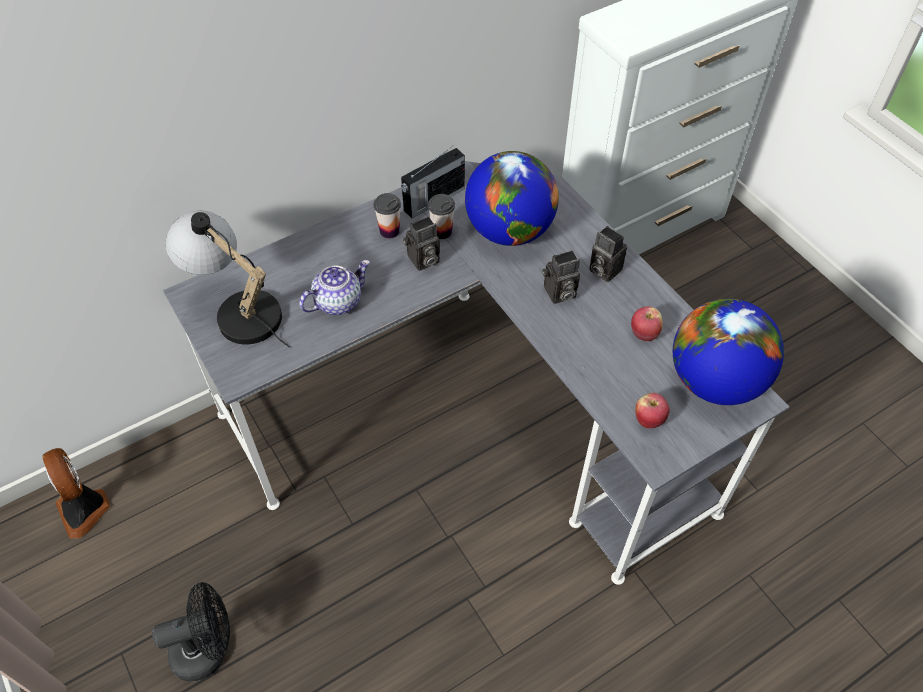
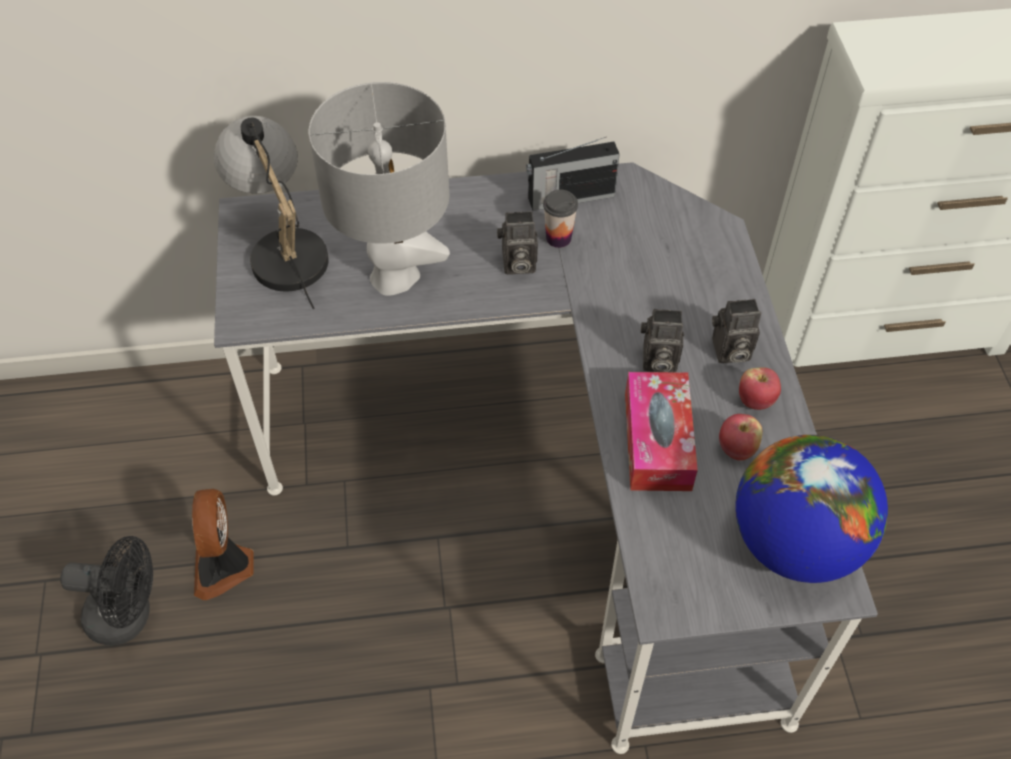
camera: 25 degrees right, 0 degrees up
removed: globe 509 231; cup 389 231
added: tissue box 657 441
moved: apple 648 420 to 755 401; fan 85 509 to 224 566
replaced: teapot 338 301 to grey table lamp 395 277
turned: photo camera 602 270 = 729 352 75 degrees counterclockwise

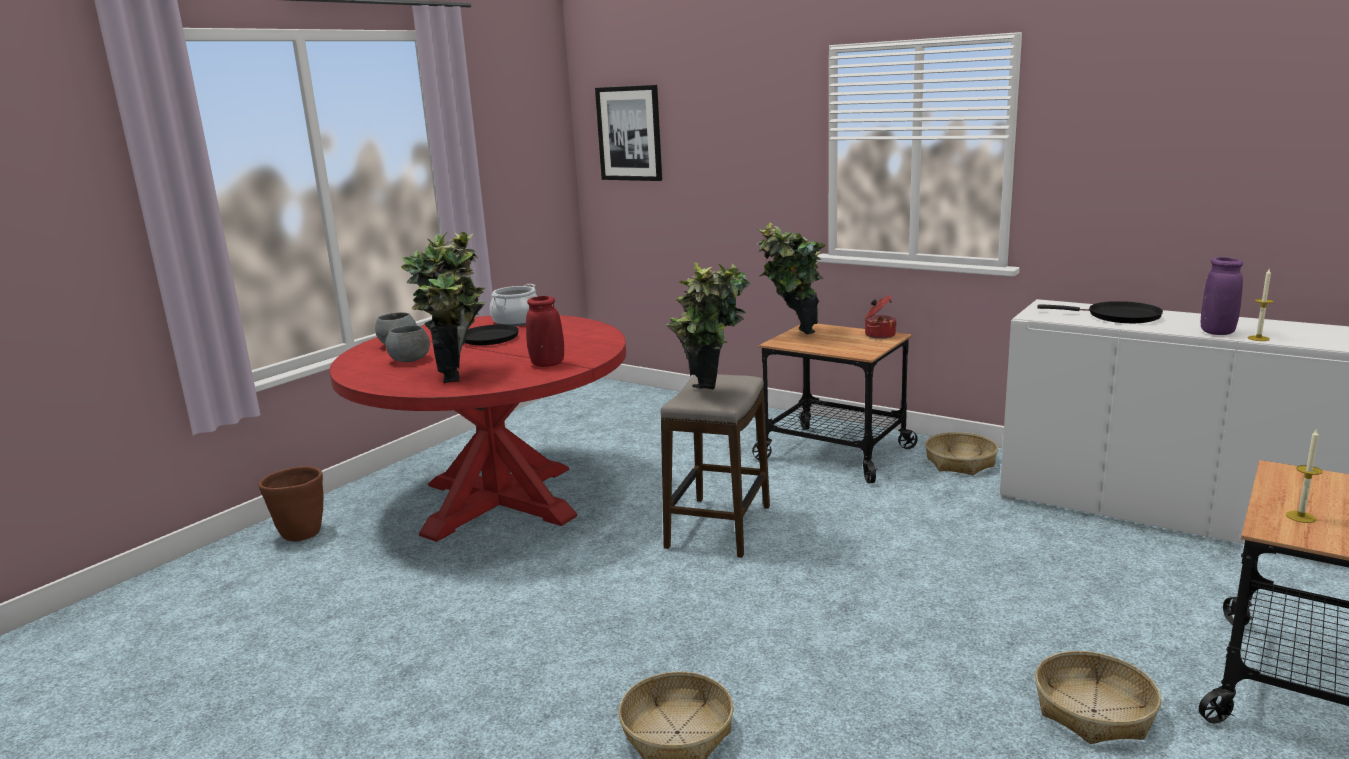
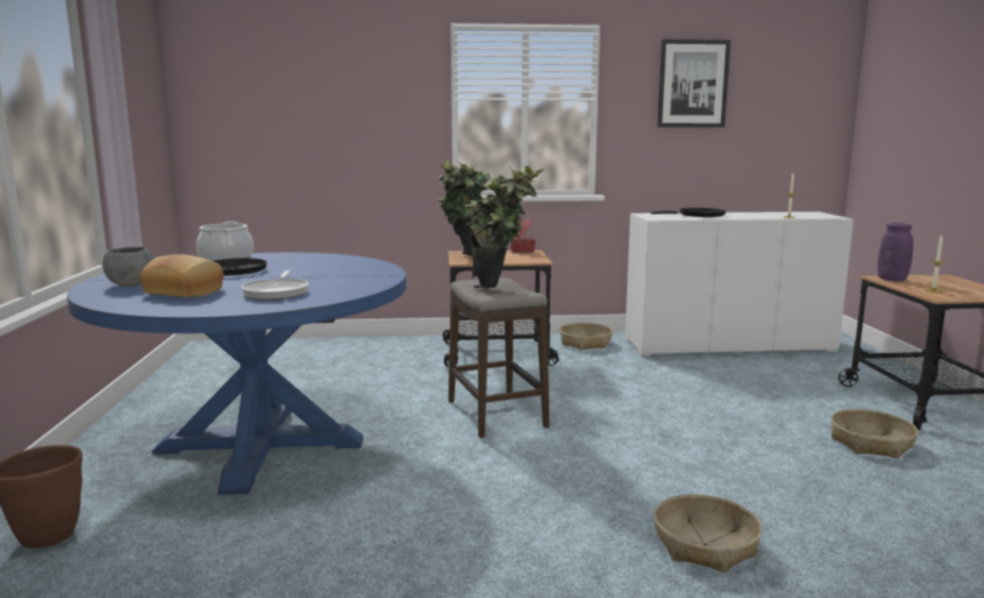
camera: 40 degrees left, 5 degrees down
removed: red vase 547 364
moved: picture 629 133 to 692 84; purple vase 1217 332 to 892 280
replaced: potted plant 458 373 to frying pan 277 292; grey bowl 410 360 to bread 185 292
recoloured: red dining table 499 500 to blue dining table 260 445

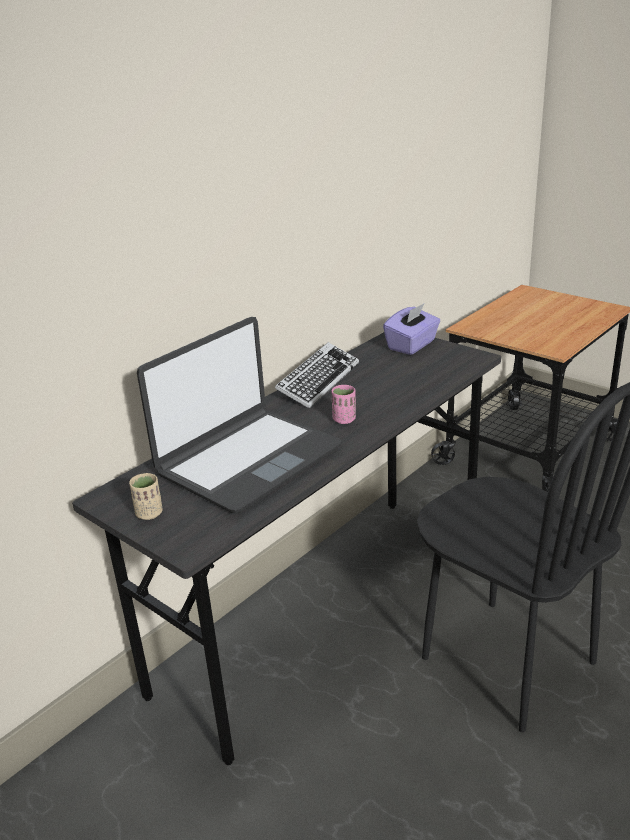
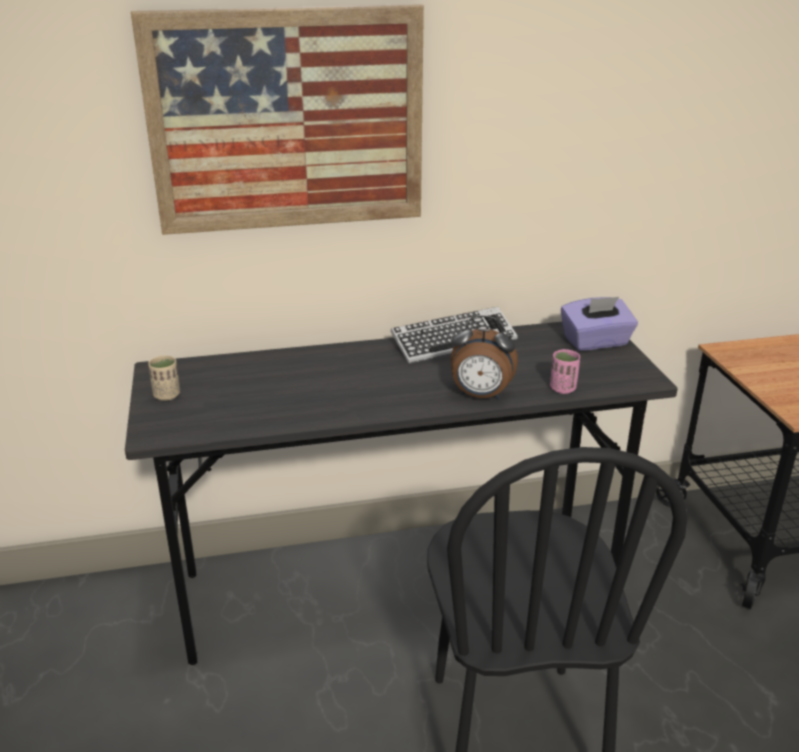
camera: 35 degrees right, 0 degrees up
removed: laptop 248 460
added: picture 287 121; alarm clock 480 396
moved: pink cup 344 419 to 562 389

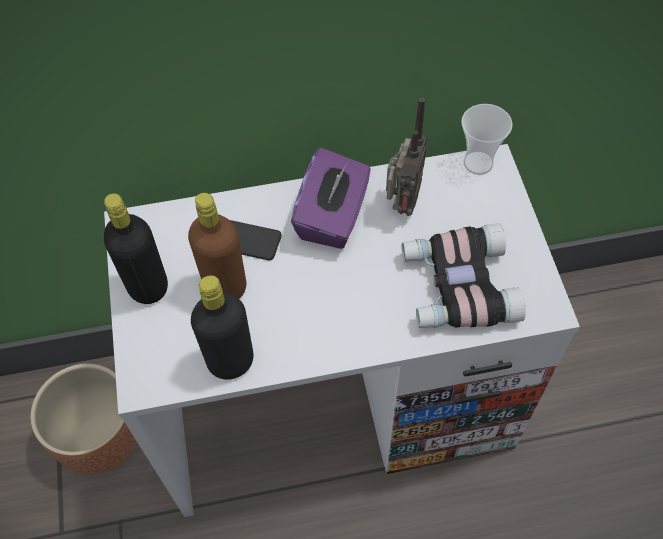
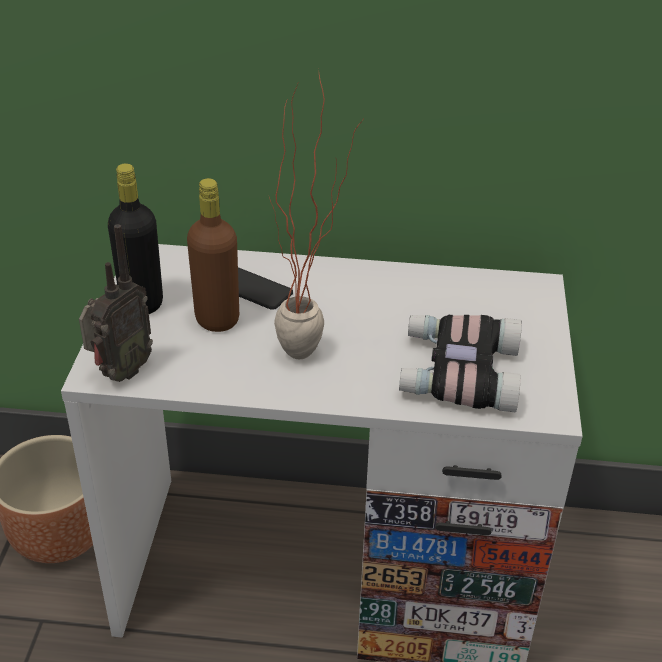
camera: 15 degrees right, 20 degrees down
removed: cup 478 163; purple tissue box 333 217; black bottle 230 361
added: potted plant 313 357
moved: radio 401 204 to 120 373

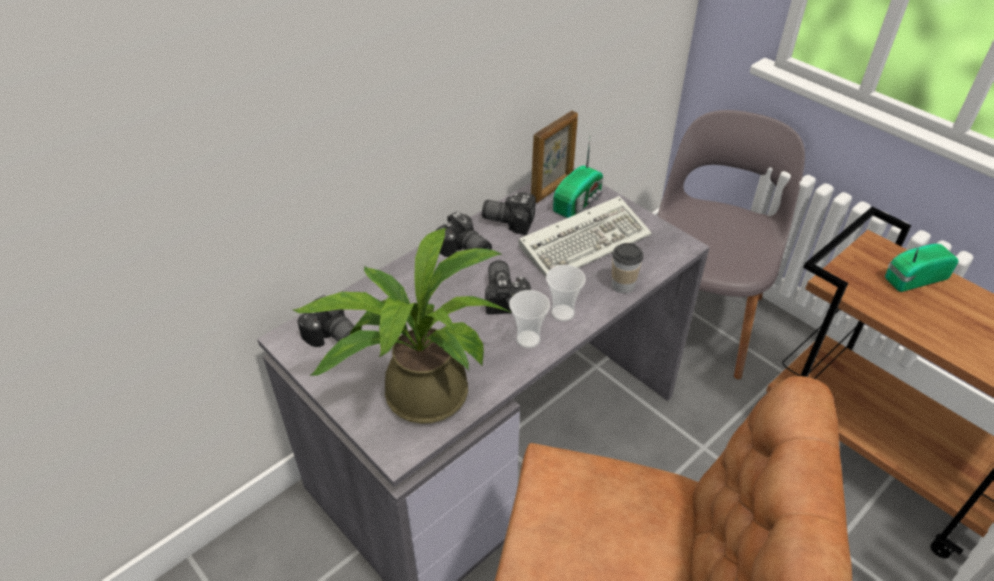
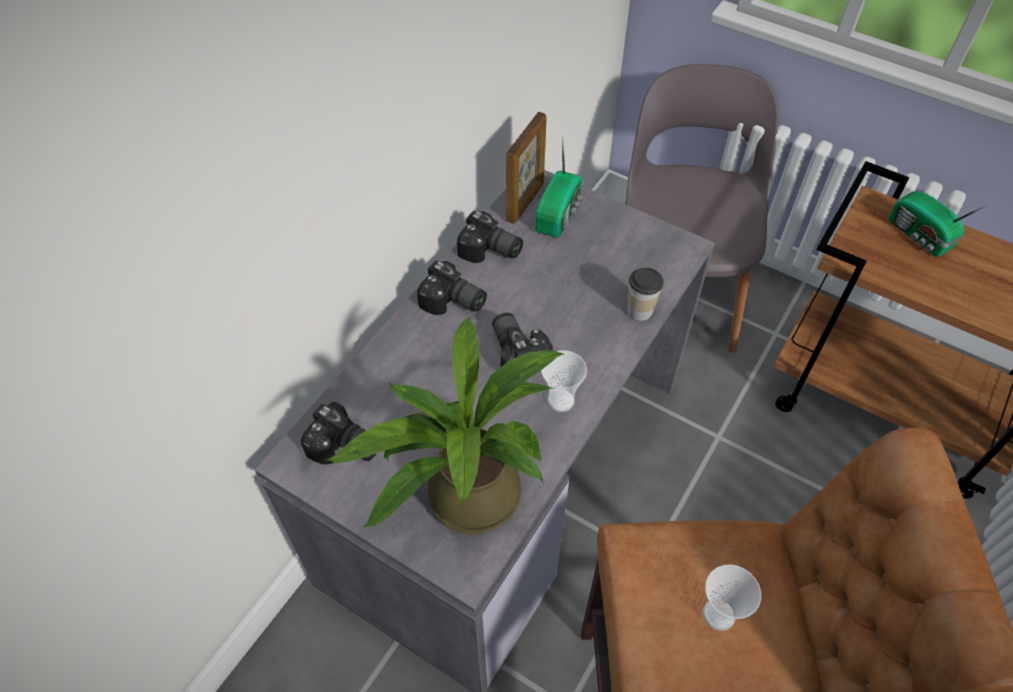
camera: 15 degrees left, 10 degrees up
removed: keyboard 586 240
moved: cup 562 313 to 718 614
turned: photo camera 509 219 = 490 251 150 degrees counterclockwise; radio 912 278 = 920 236 90 degrees counterclockwise

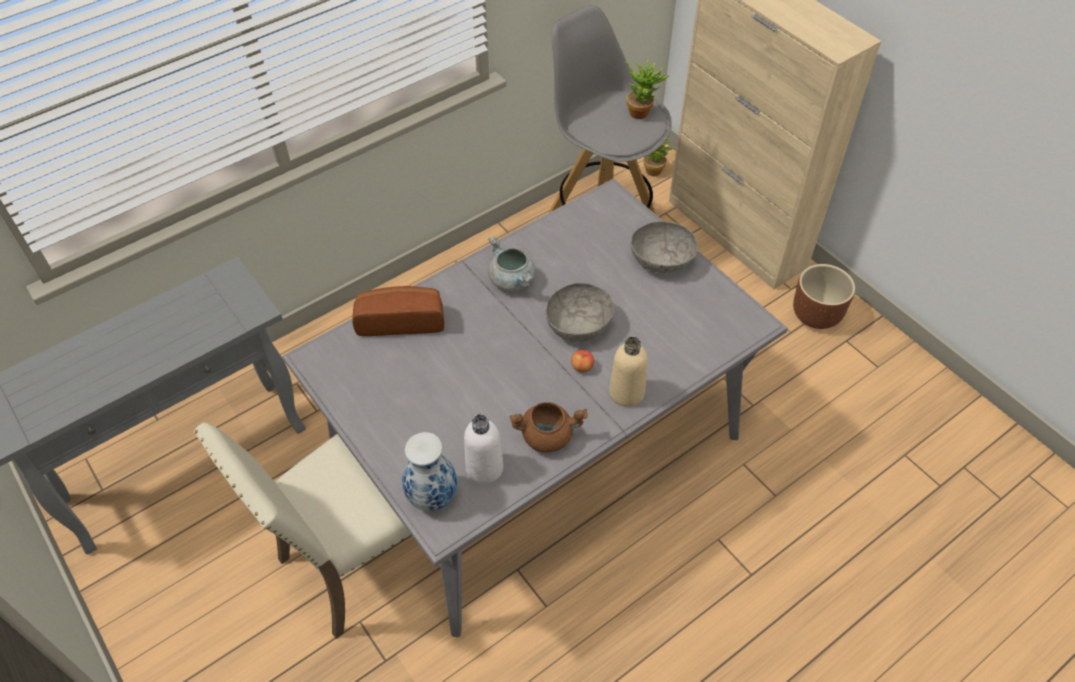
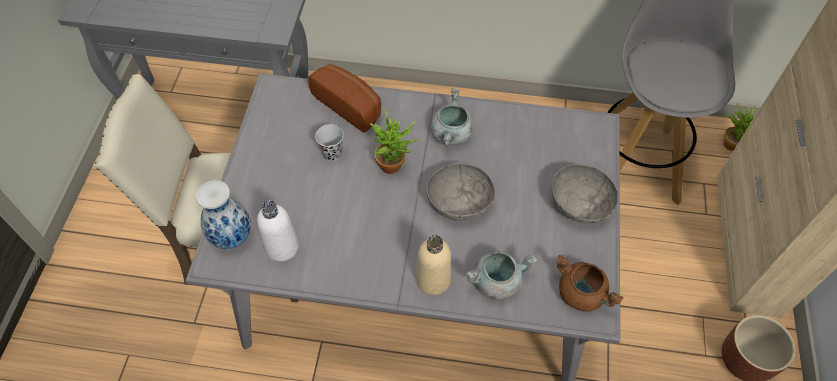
camera: 45 degrees right, 5 degrees up
removed: apple 582 367
added: black cup 332 153; grey cooking pot 497 281
moved: potted plant 642 111 to 395 166; brown cooking pot 547 436 to 582 293

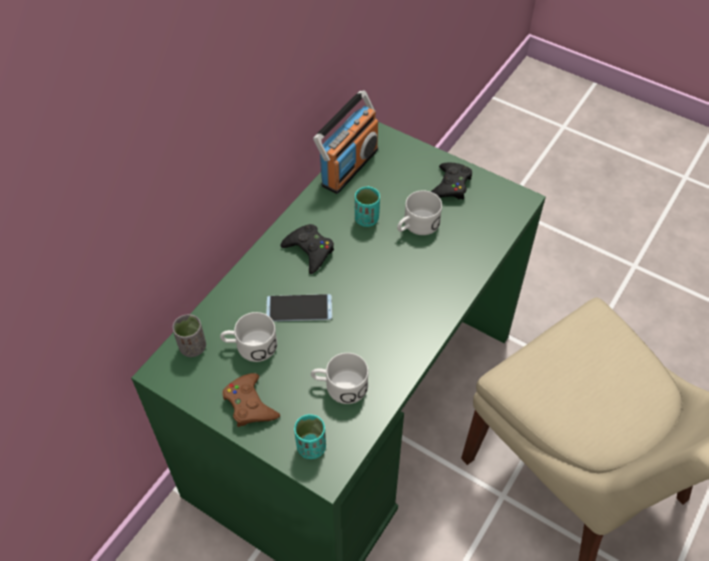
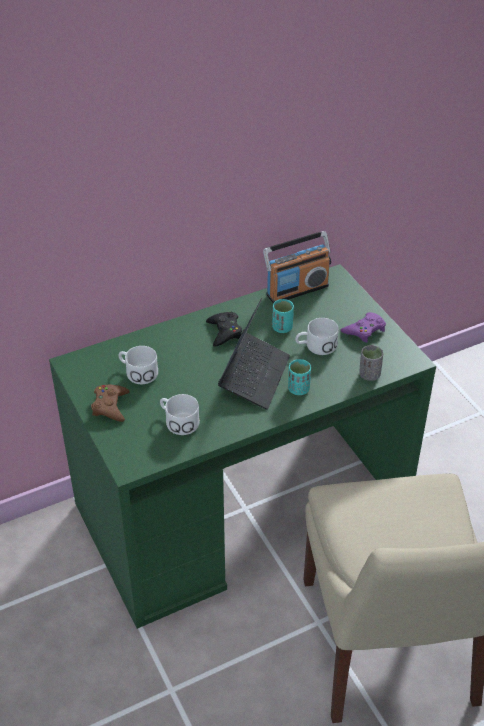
camera: 30 degrees right, 10 degrees down
removed: phone 299 308
added: laptop 254 376
moved: grey cup 192 347 to 369 375; turquoise cup 311 447 to 298 389
recoloured: black game controller 450 185 to purple game controller 364 330

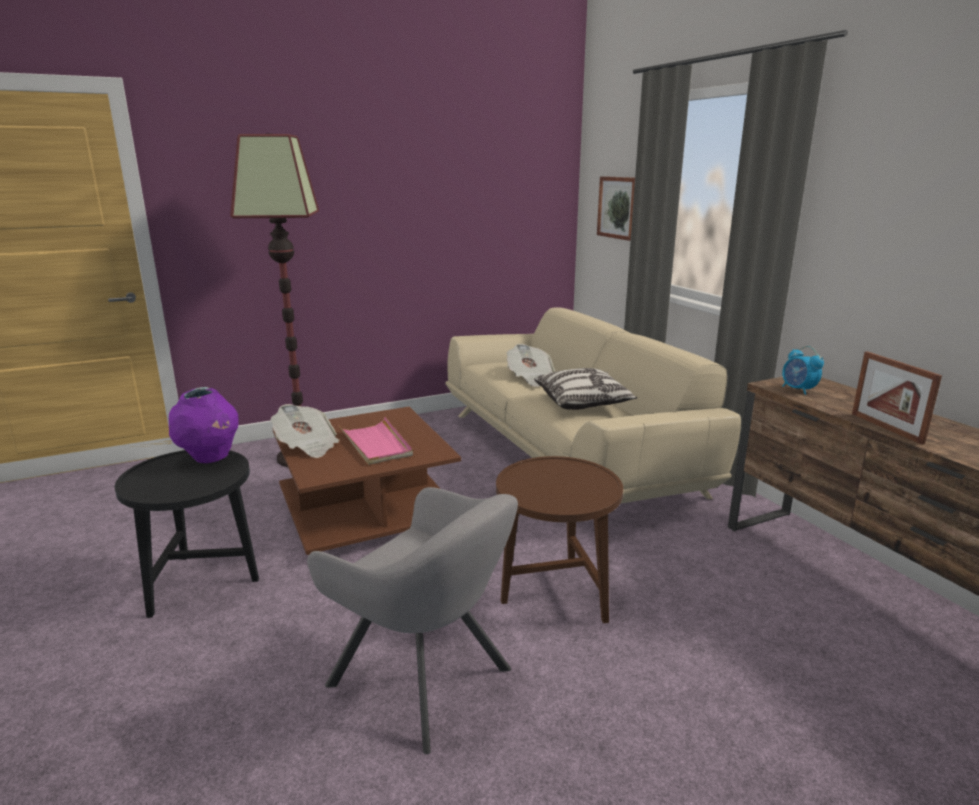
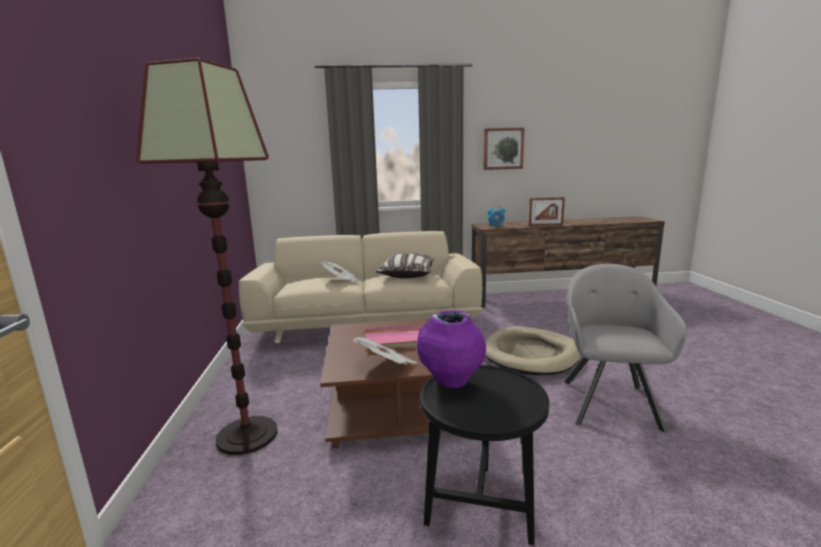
camera: 70 degrees left, 5 degrees down
moved: picture 619 207 to 503 148
replaced: brown side table 554 595 to beige dog bed 531 355
turned: grey armchair 426 681 = 608 401 45 degrees counterclockwise

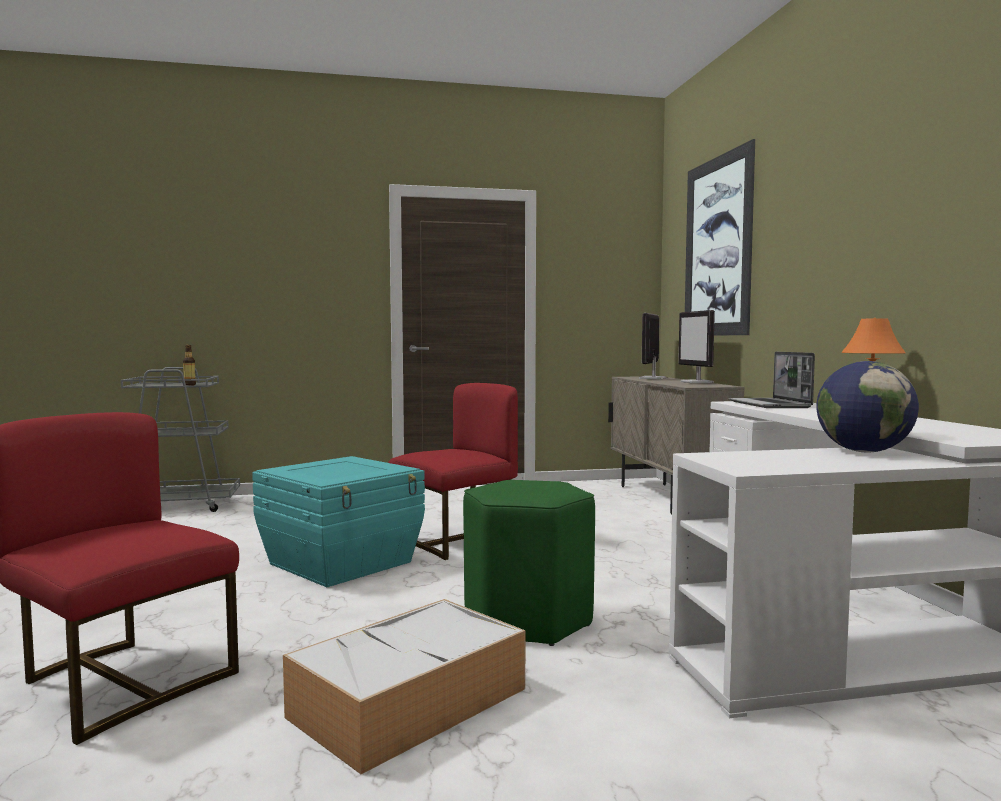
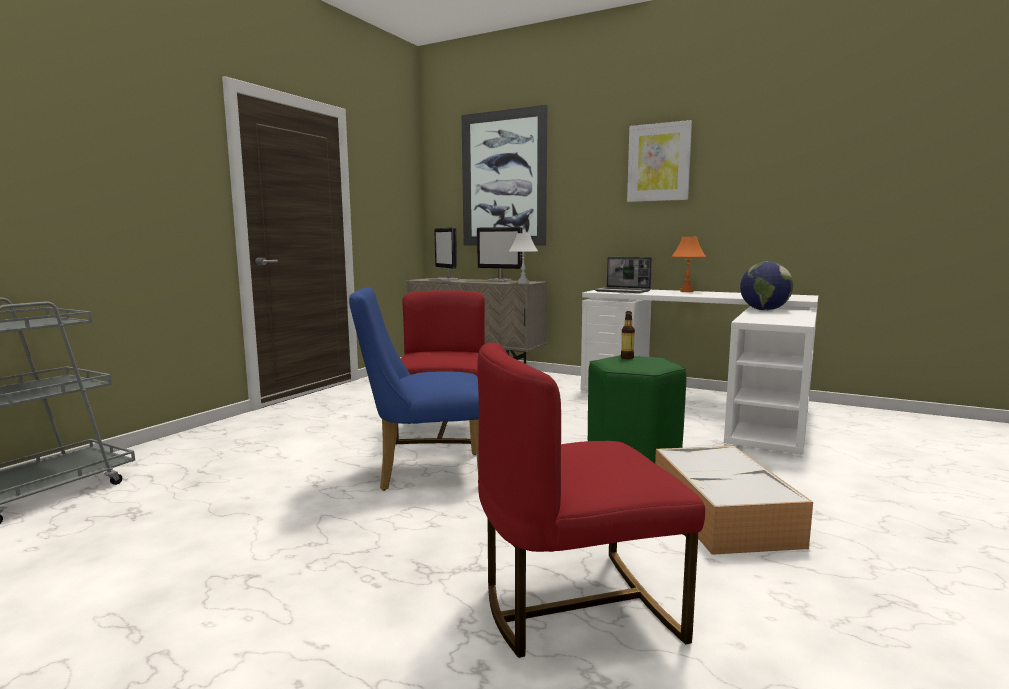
camera: 50 degrees left, 5 degrees up
added: picture 658 162; white table lamp 523 283
moved: bottle 189 385 to 627 357
replaced: turquoise storage box 342 563 to blue chair 422 472

